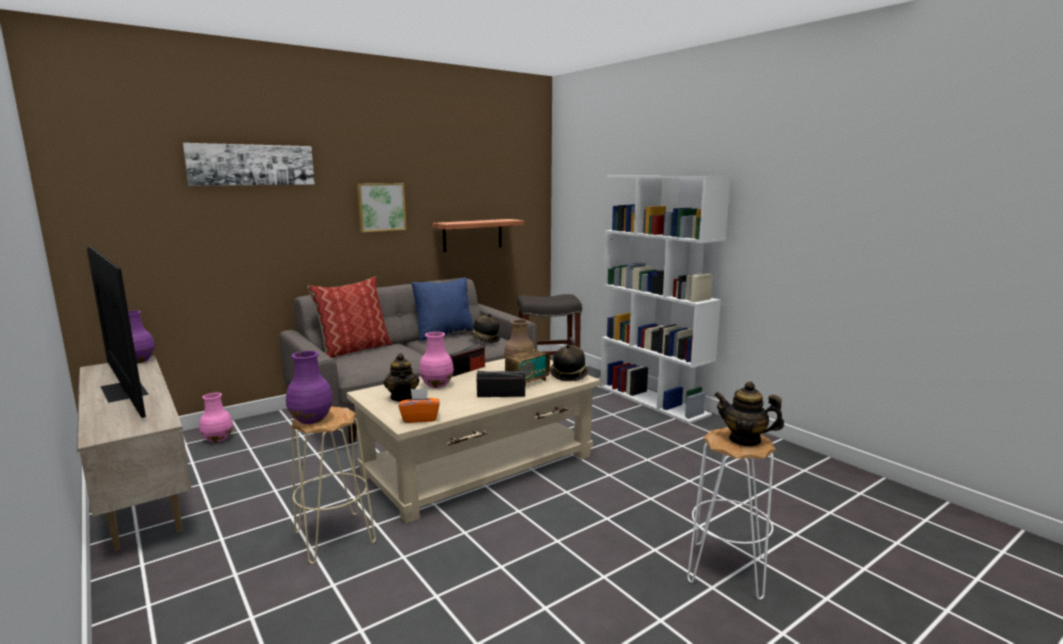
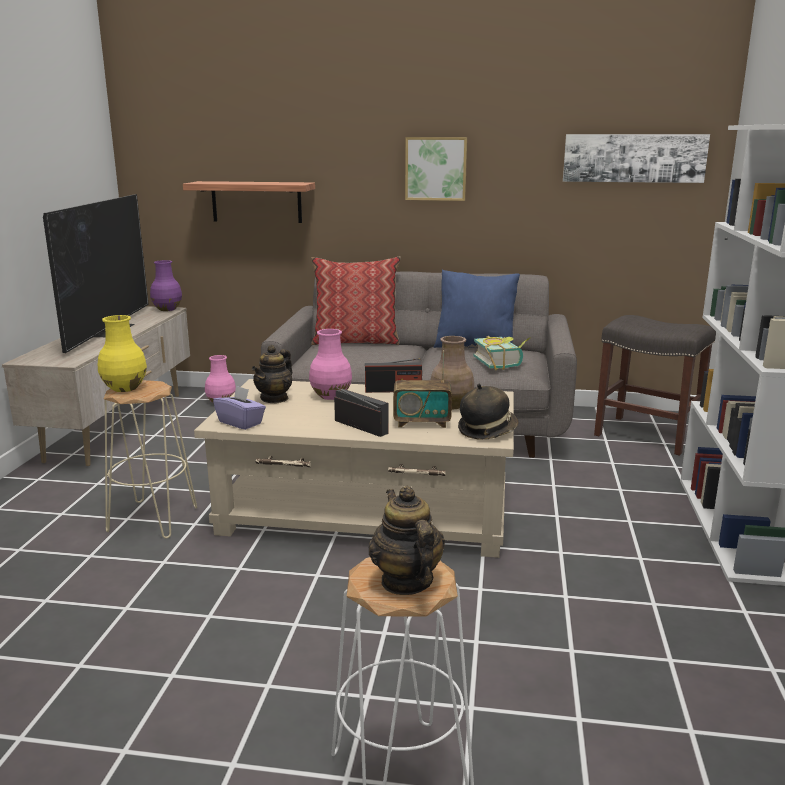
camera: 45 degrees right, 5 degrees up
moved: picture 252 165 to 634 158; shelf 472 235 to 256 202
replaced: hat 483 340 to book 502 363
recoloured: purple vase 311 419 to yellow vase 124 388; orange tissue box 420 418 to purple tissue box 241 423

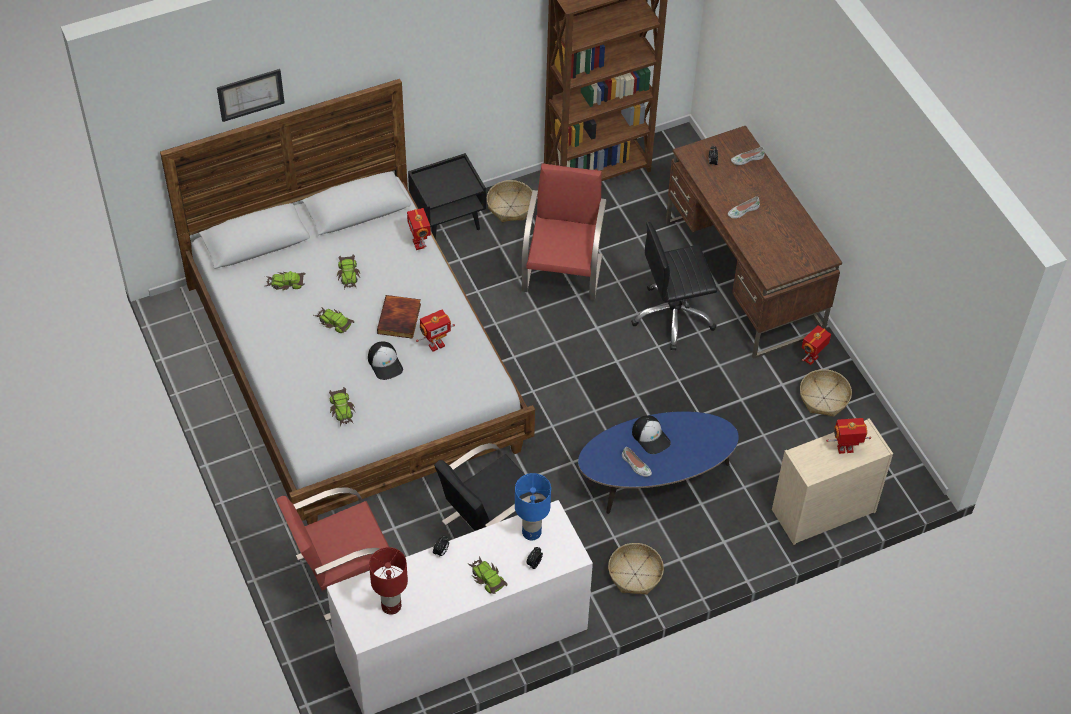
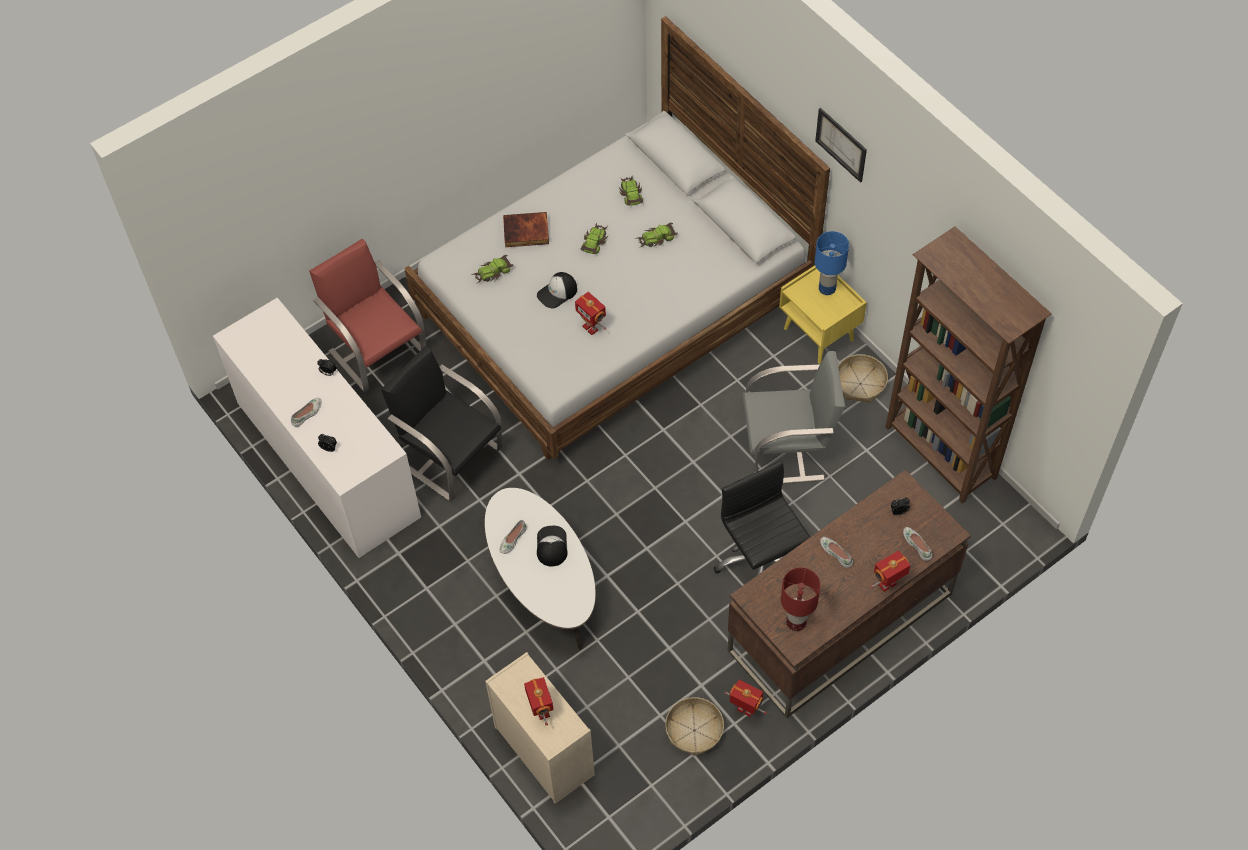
camera: 80 degrees right, 5 degrees up
removed: basket 635 574
moved: picture 250 94 to 841 144; toy robot 419 244 to 888 585; book 400 319 to 525 232; blue table lamp 531 532 to 827 288; red table lamp 390 606 to 795 622
replaced: toy car 487 577 to white shoe 307 414
recoloured: black nightstand 448 221 to yellow nightstand 819 334; red chair 563 272 to grey chair 787 449; blue coffee table 654 481 to white coffee table 543 584
turned: cap 651 437 = 551 546 135 degrees clockwise

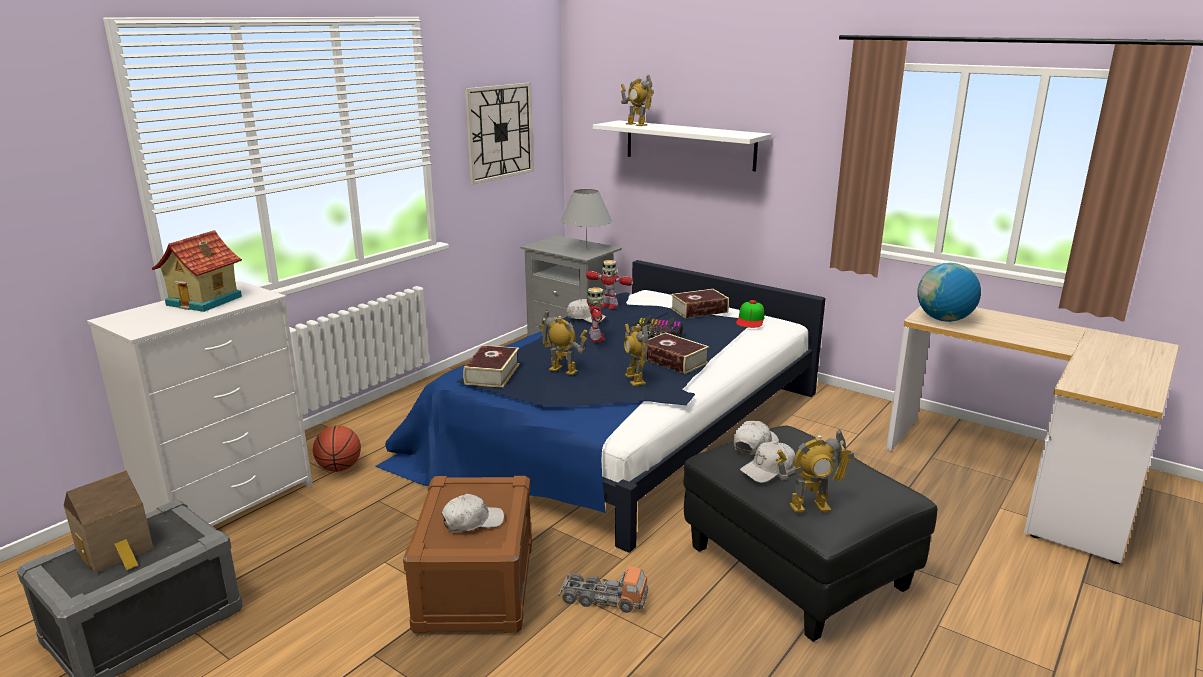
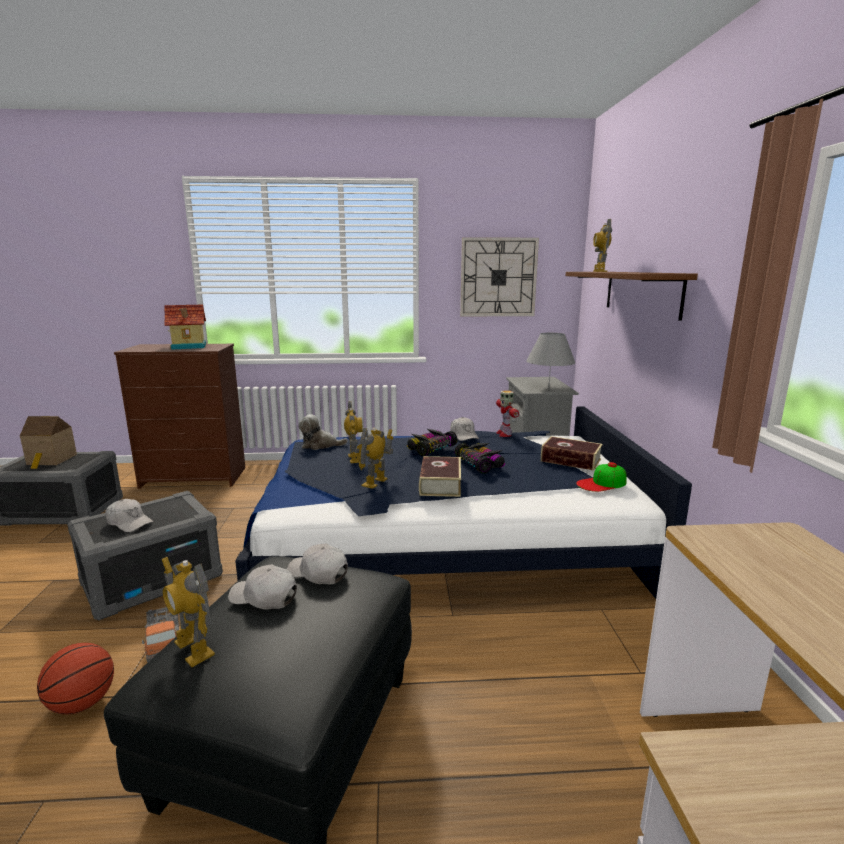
camera: 50 degrees right, 5 degrees down
removed: globe 944 319
moved: basketball 339 468 to 82 703
replaced: toy robot 596 338 to toy car 430 448; book 492 374 to plush toy 320 445
recoloured: white shelf 689 145 to brown shelf 641 292; white dresser 230 503 to brown dresser 195 477; brown storage box 475 585 to grey storage box 153 579
turned: white cap 755 445 = 318 573 150 degrees counterclockwise

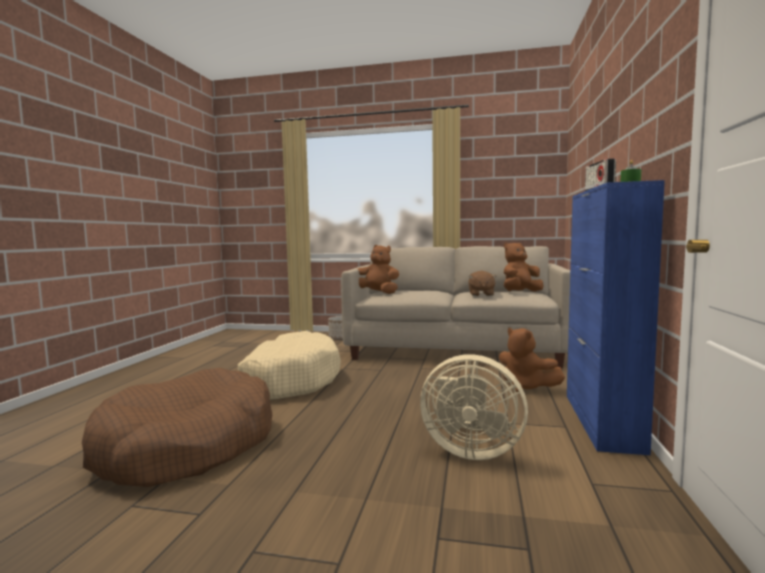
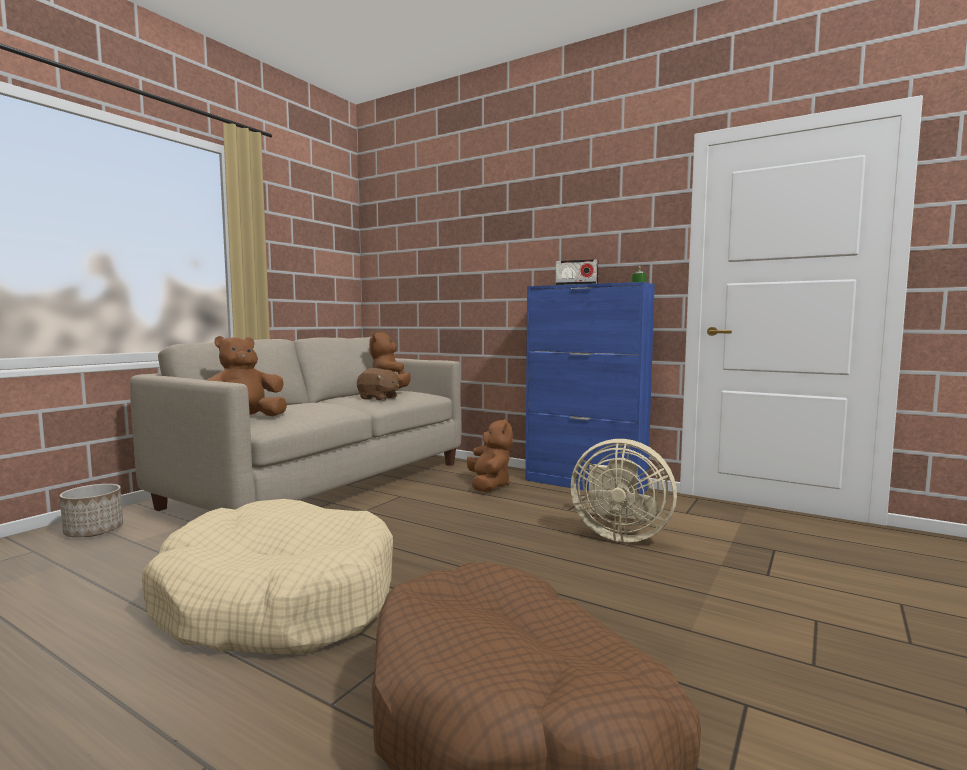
camera: 70 degrees left, 0 degrees up
turned: brown plush toy 526 387 = 489 486 75 degrees counterclockwise; beige fan 469 450 = 619 535 75 degrees clockwise

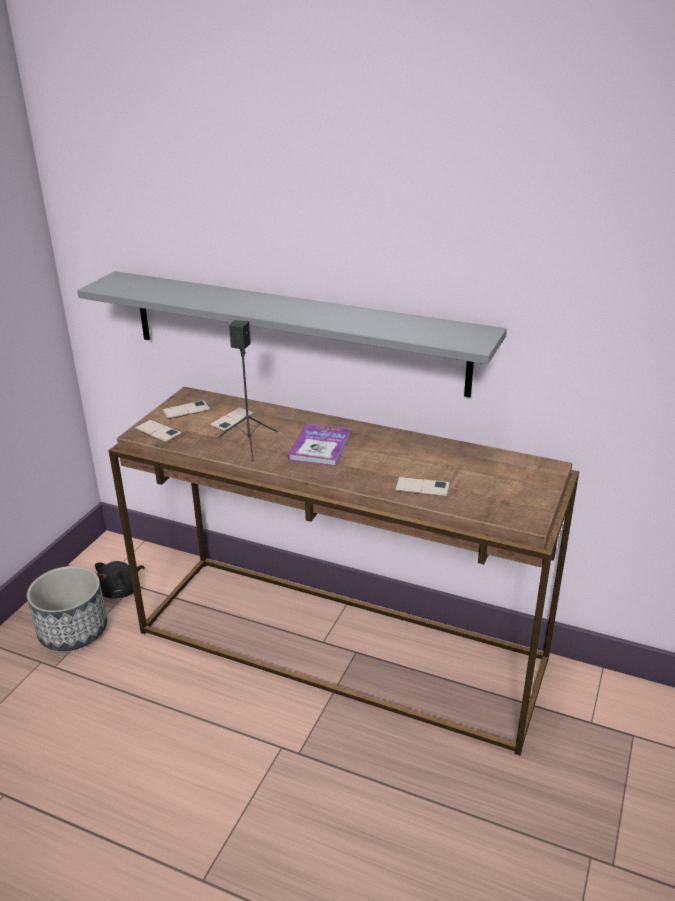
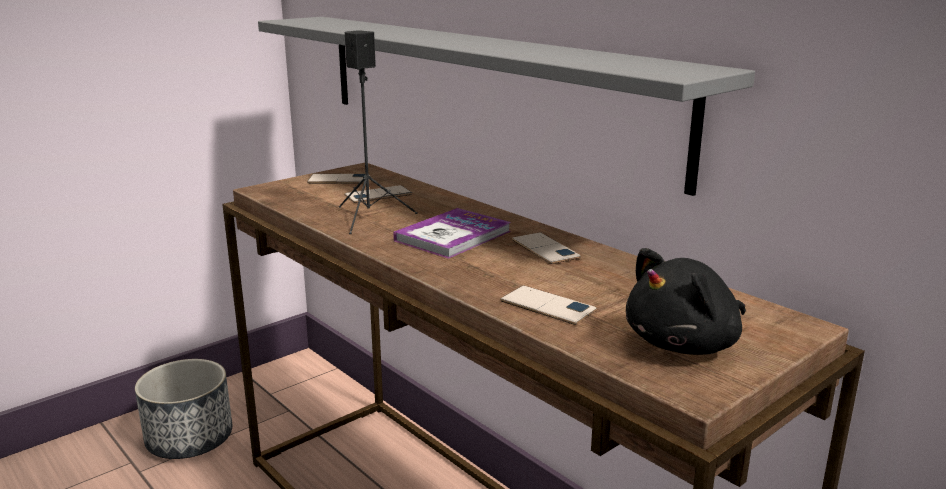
camera: 25 degrees right, 10 degrees down
moved: phone 158 431 to 545 249; black plush toy 121 590 to 685 344

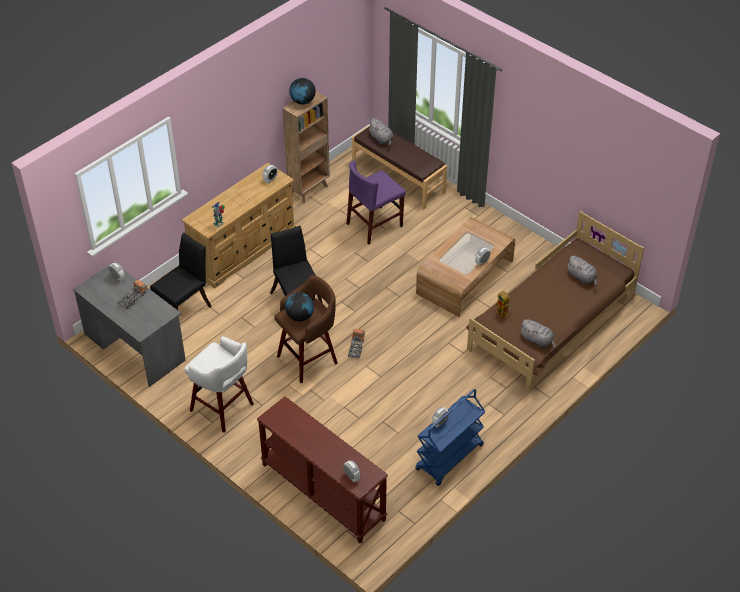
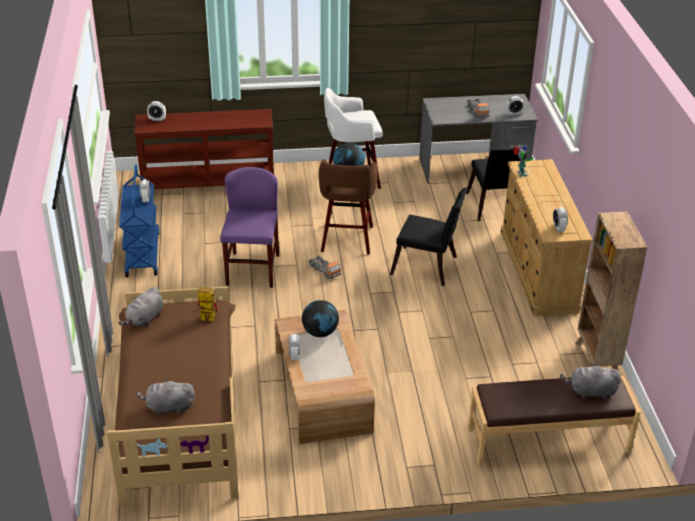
camera: 130 degrees right, 10 degrees down
moved: globe 302 101 to 320 332; purple chair 374 225 to 252 270
turned: grey plush toy 537 340 = 144 319 45 degrees counterclockwise

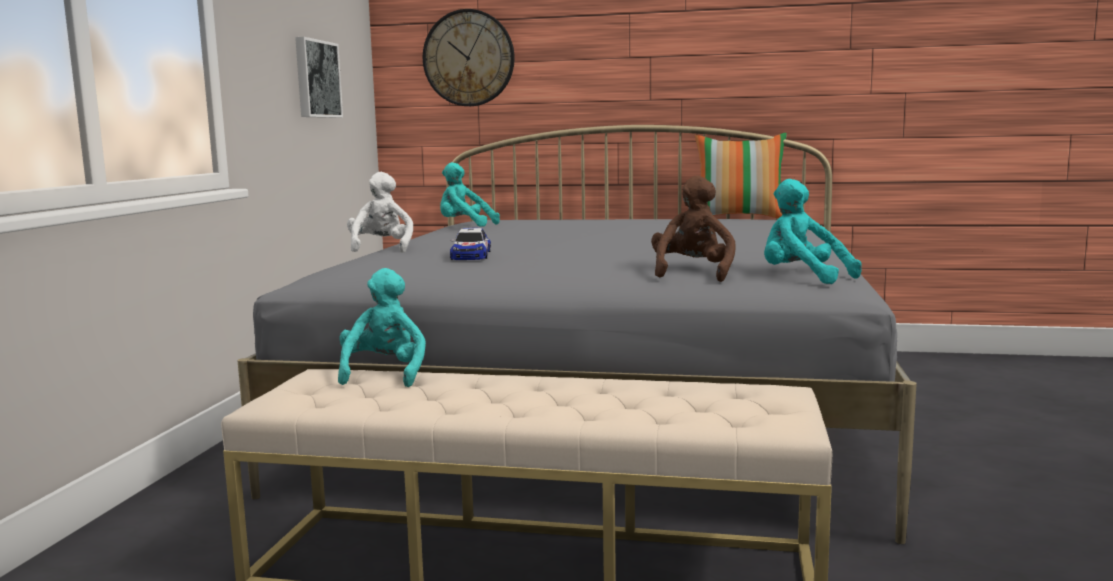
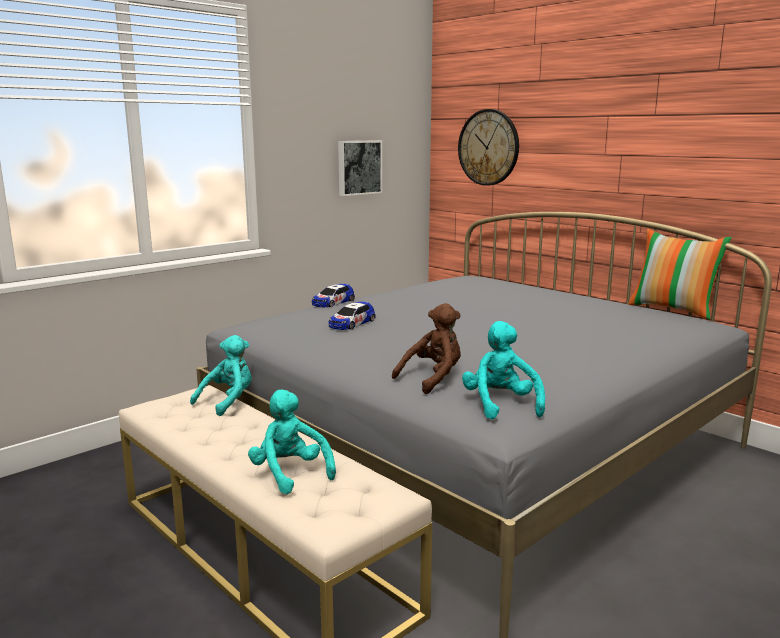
camera: 35 degrees right, 5 degrees up
moved: turquoise plush toy 464 226 to 290 473
replaced: white plush toy 381 249 to toy car 333 302

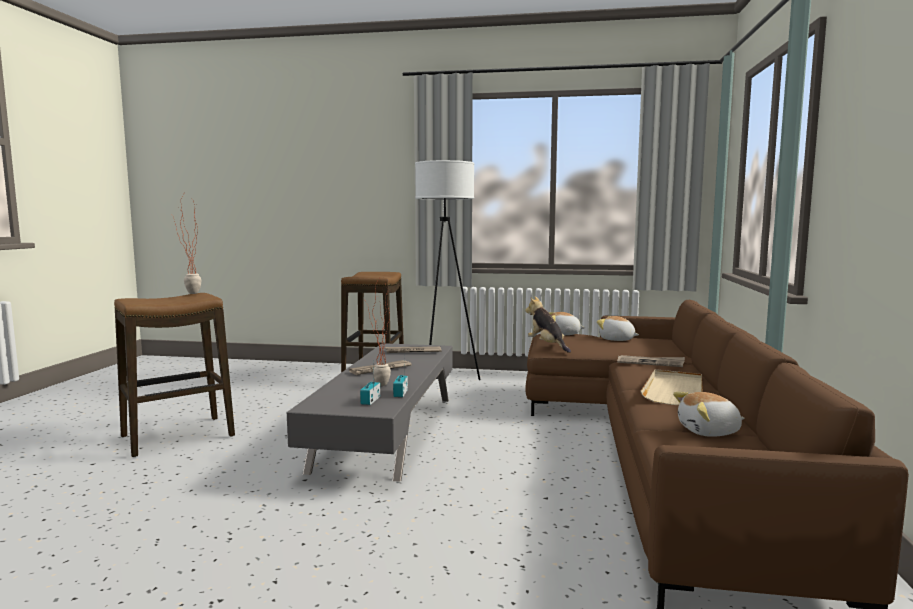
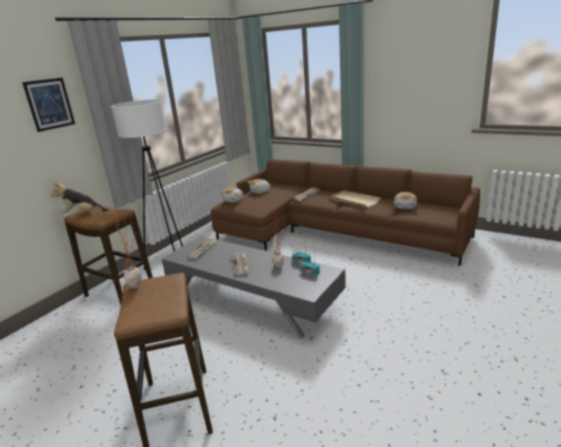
camera: 65 degrees left, 15 degrees up
added: picture 49 104
moved: plush toy 547 346 to 82 214

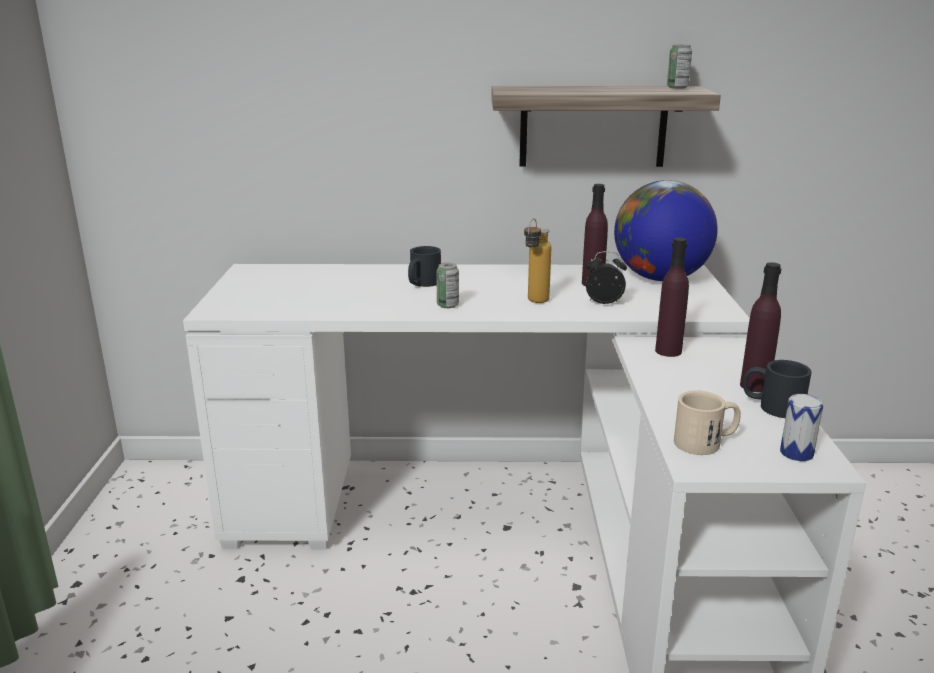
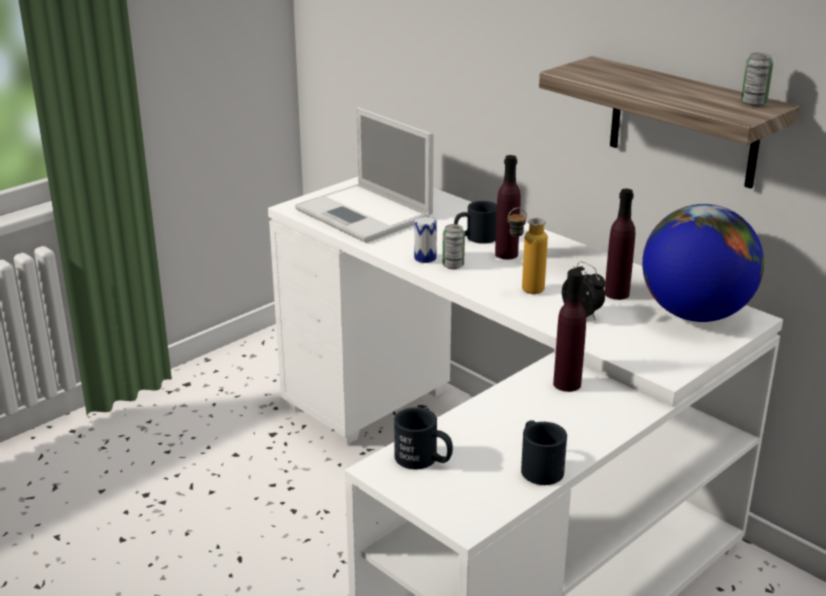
camera: 45 degrees right, 5 degrees up
added: laptop 366 214
moved: purple bottle 754 386 to 506 254; can 796 453 to 425 258
recoloured: beige mug 706 442 to black mug 424 460

